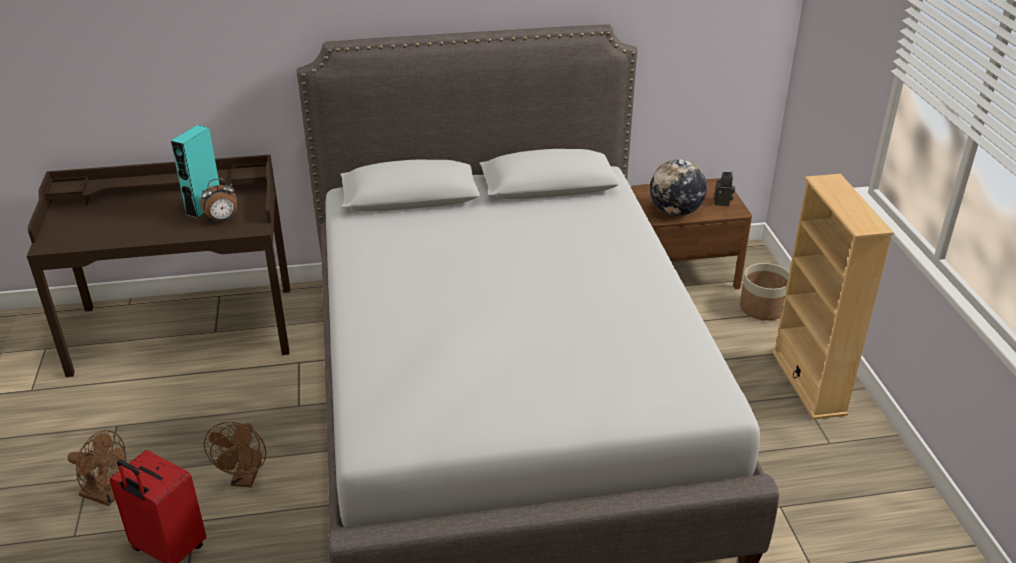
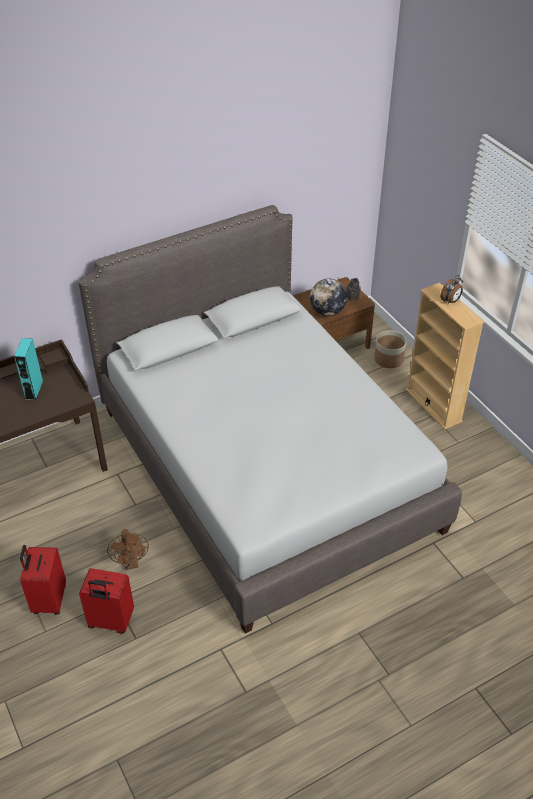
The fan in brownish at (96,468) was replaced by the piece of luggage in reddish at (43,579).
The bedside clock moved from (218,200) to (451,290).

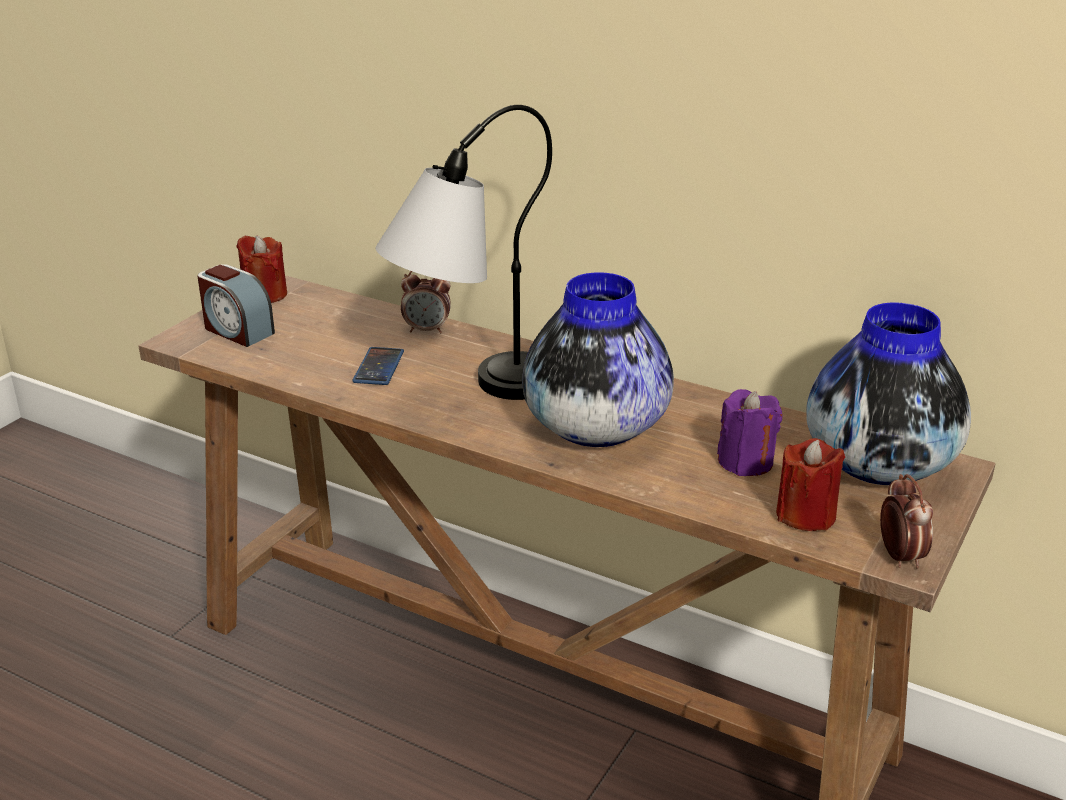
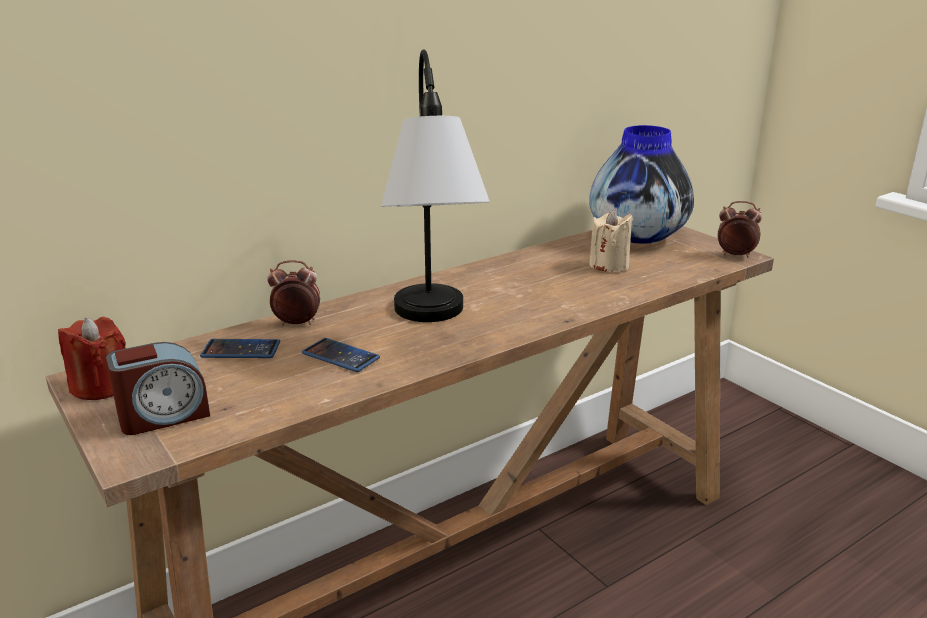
The bedside clock at (425,302) turned 120 degrees counterclockwise.
The vase at (598,359) disappeared.
The candle in purple-coloured at (749,432) became the candle in beige-coloured at (611,240).
The candle in reddish at (810,484) disappeared.
The telephone at (240,348) appeared.

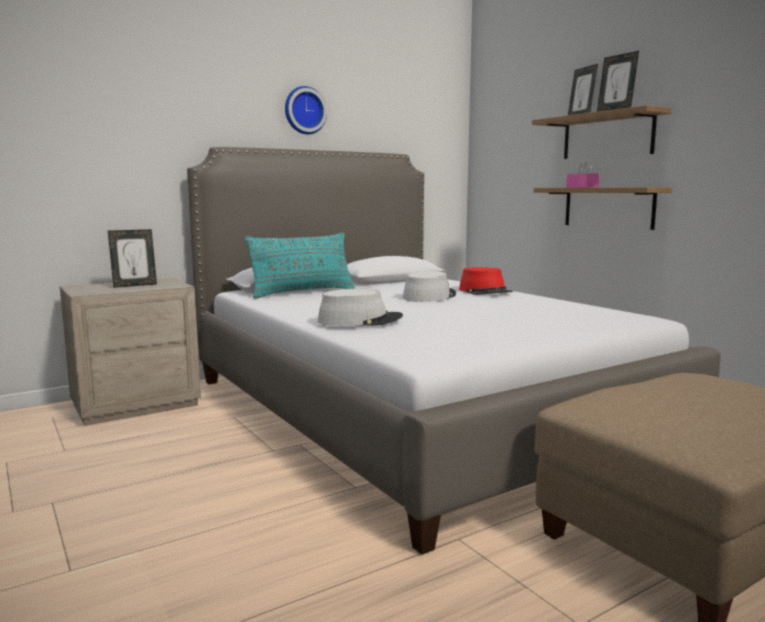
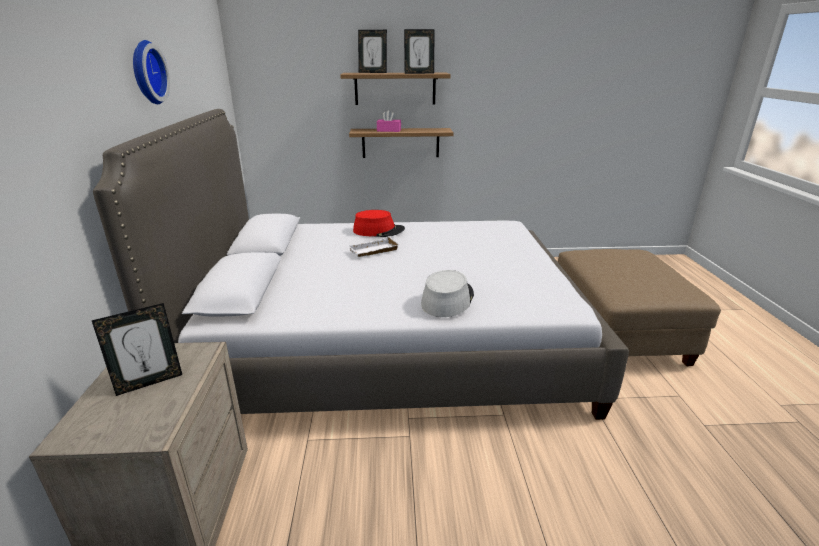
The photo frame at (132,258) turned 60 degrees clockwise.
The throw pillow in turquoise at (300,266) disappeared.
The clothing hat in grey at (429,286) was replaced by the carrying tray in white-coloured at (374,246).

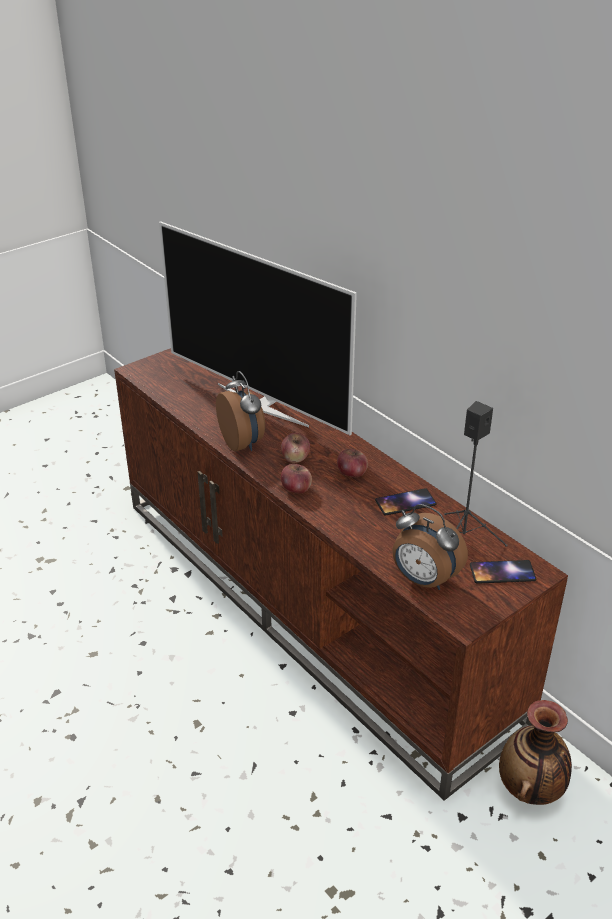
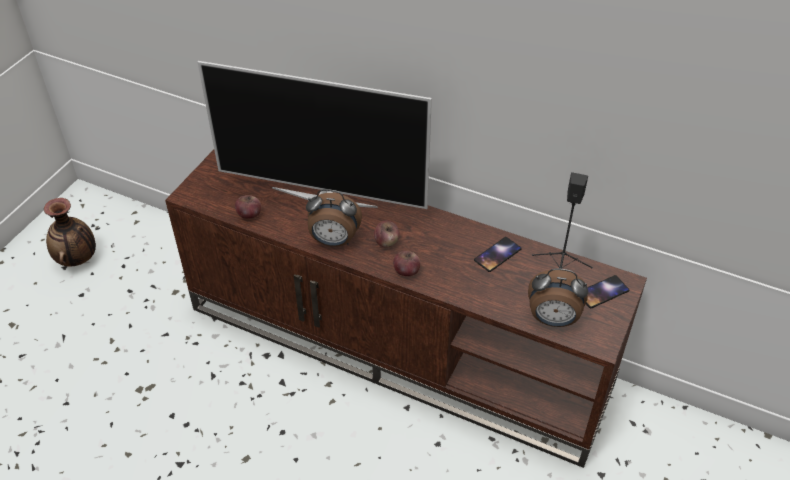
The bedside clock at (240,411) turned 150 degrees clockwise.
The apple fruit moved from (352,463) to (248,207).
The vase moved from (535,752) to (70,232).

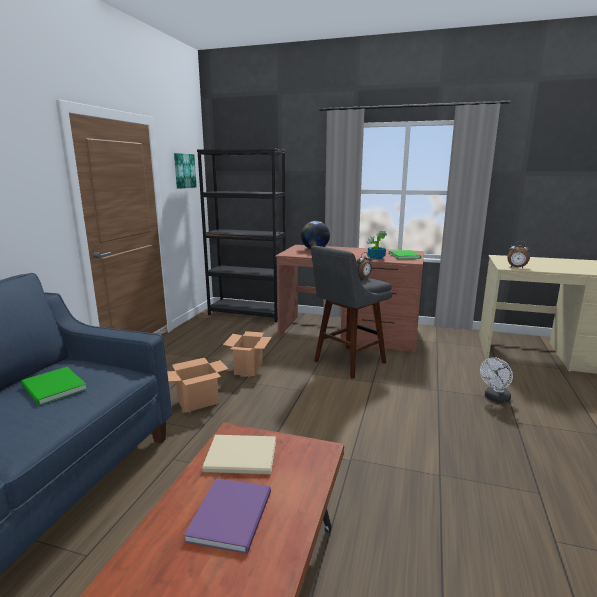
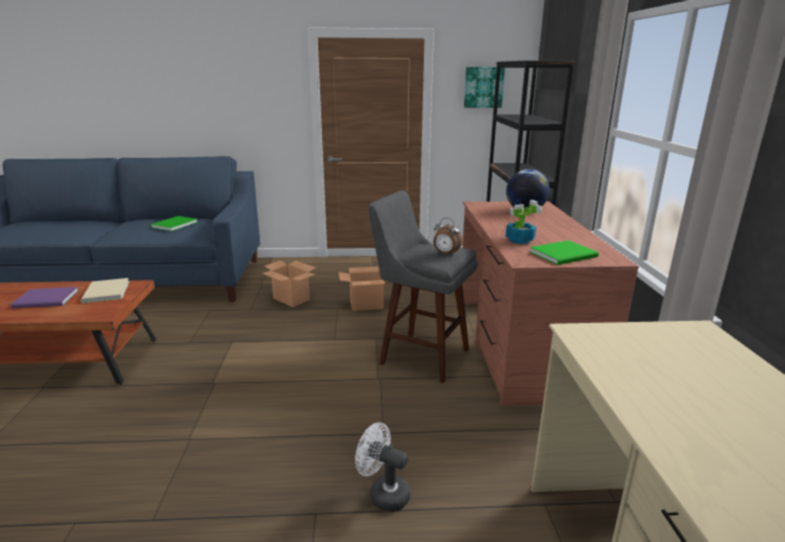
The bedside clock at (518,254) disappeared.

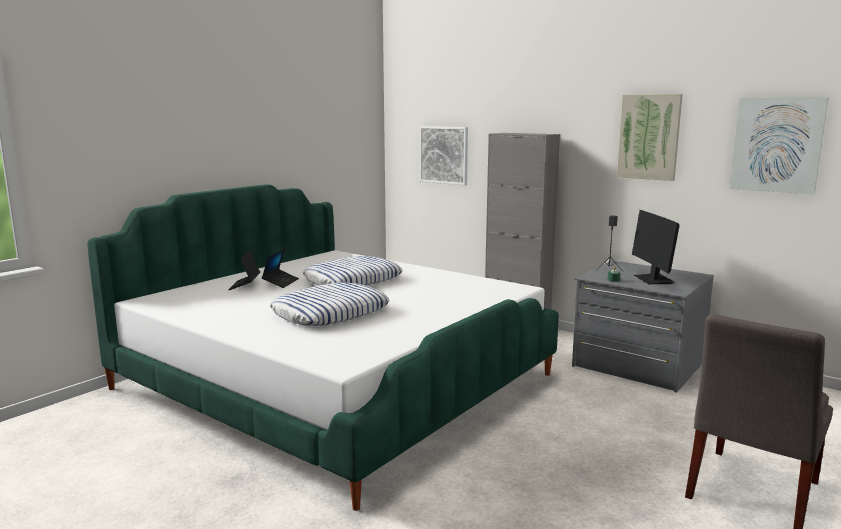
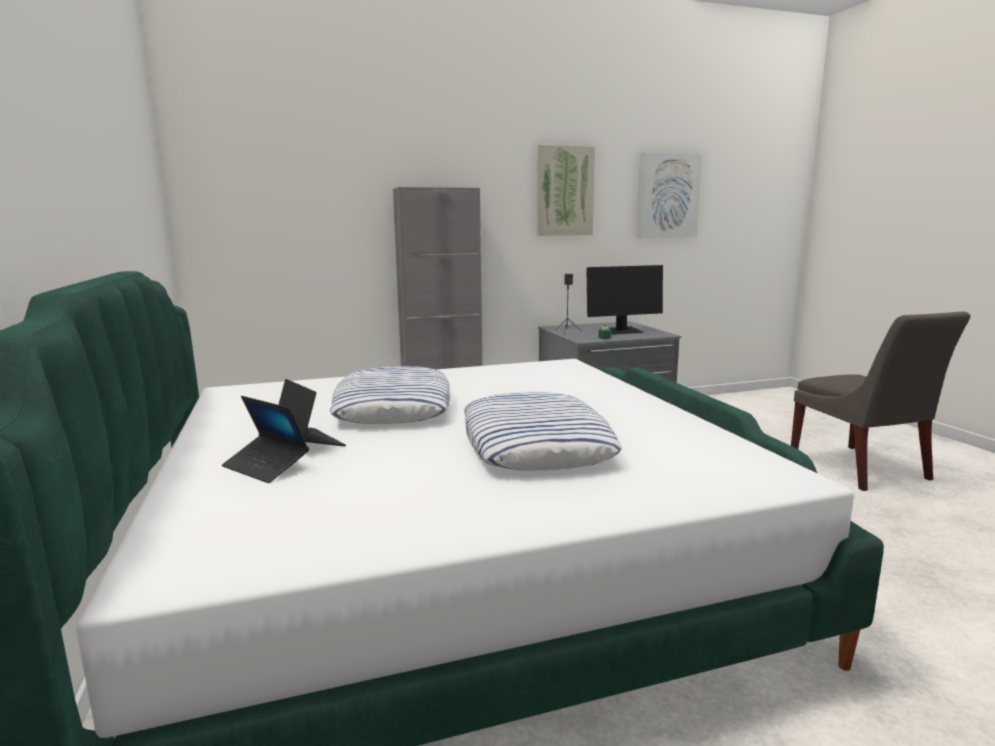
The wall picture at (444,155) disappeared.
The computer screen at (656,247) turned 45 degrees counterclockwise.

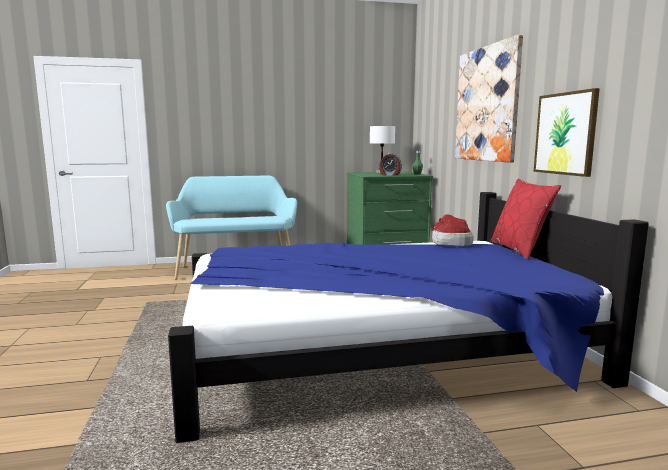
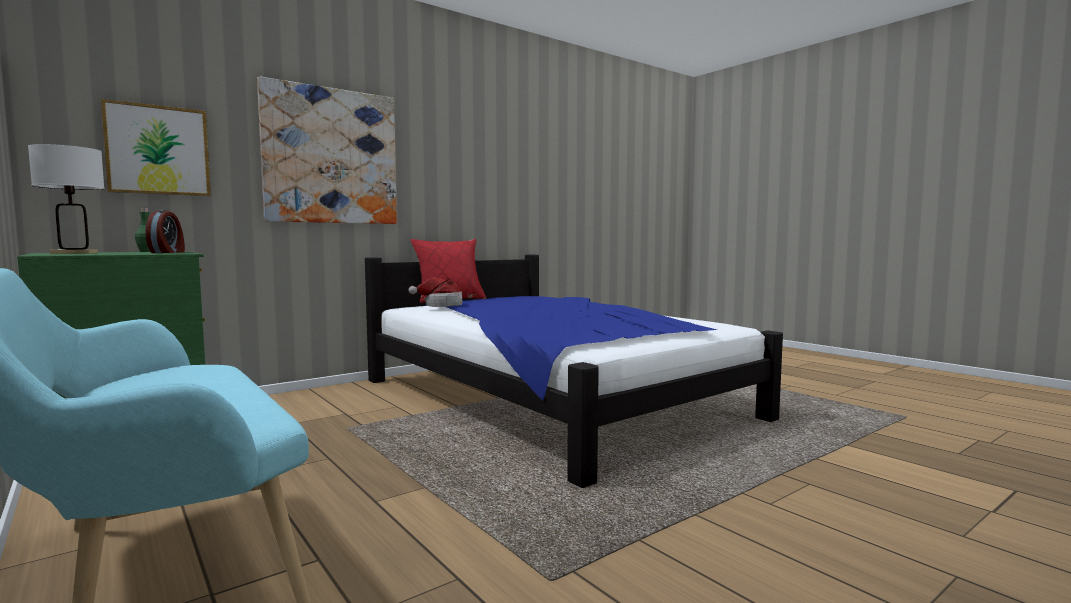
The wall picture moved from (567,132) to (156,147).

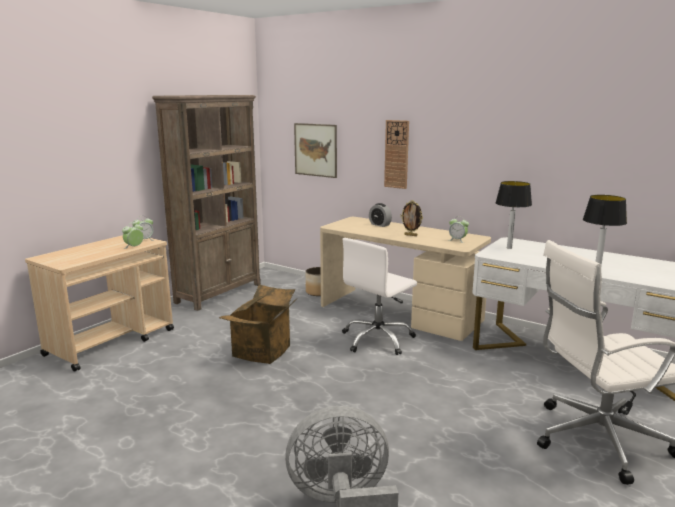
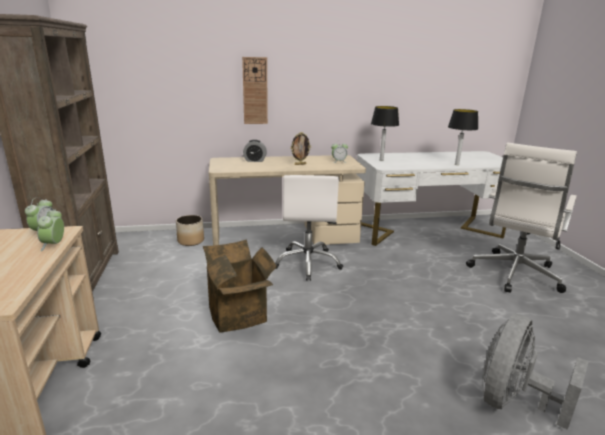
The wall picture at (315,150) disappeared.

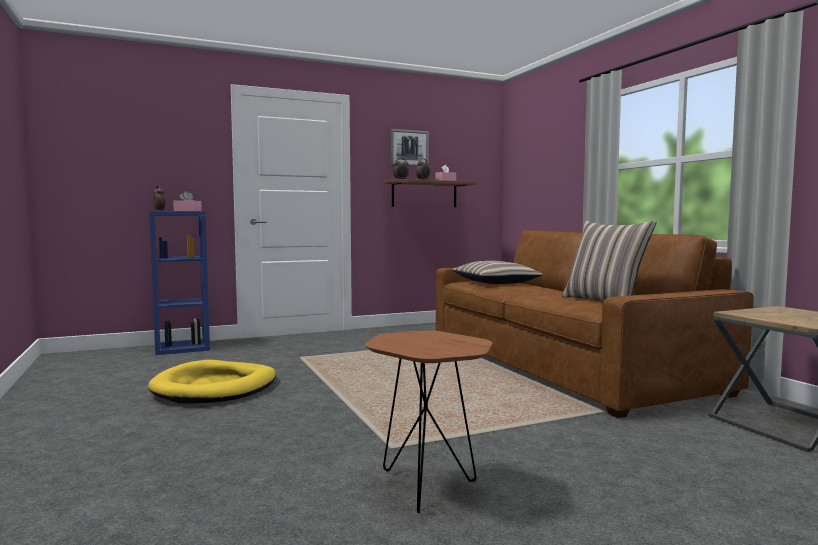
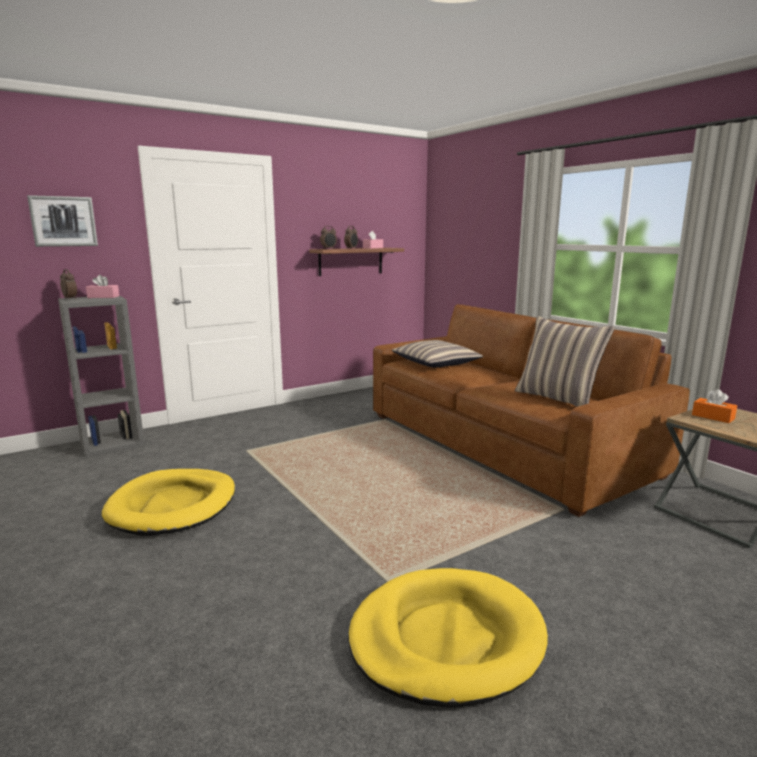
The shelving unit in blue-coloured at (179,283) became the shelving unit in grey at (101,376).
The side table in brownish at (428,421) was replaced by the pet bed in yellowish at (448,638).
The wall picture moved from (409,147) to (62,221).
The box of tissues in orange at (714,406) appeared.

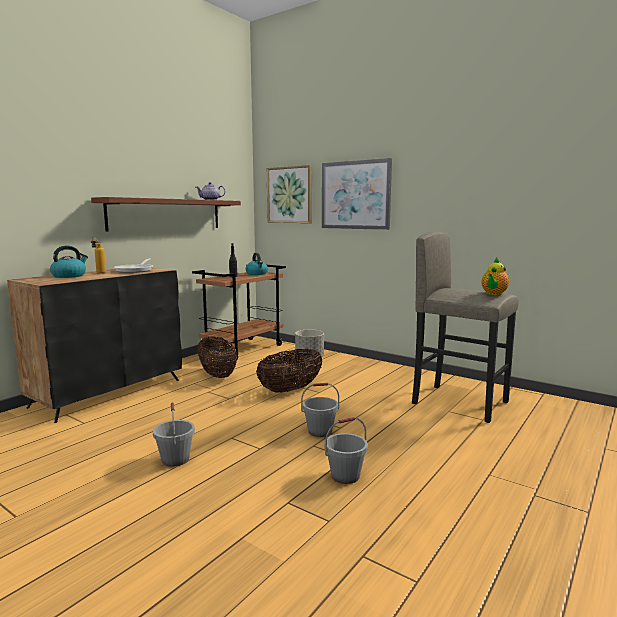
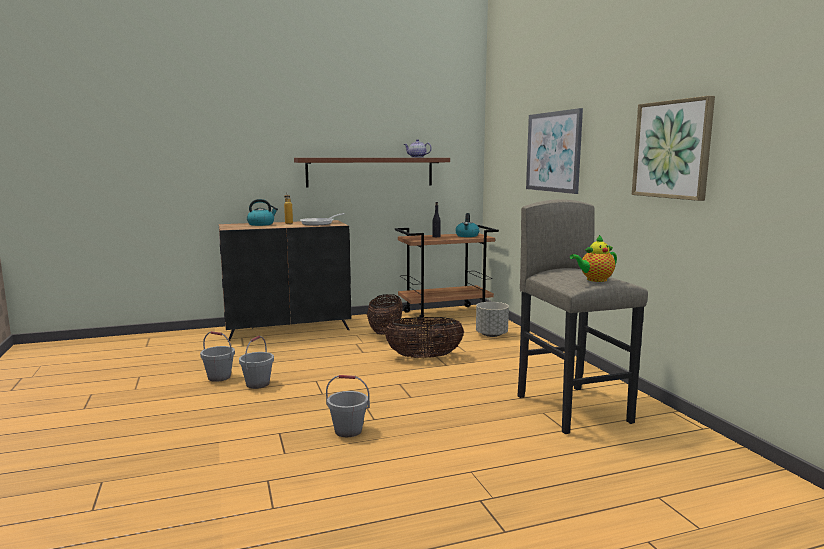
The wall picture moved from (289,194) to (673,148).
The pail in grey moved from (320,410) to (217,356).

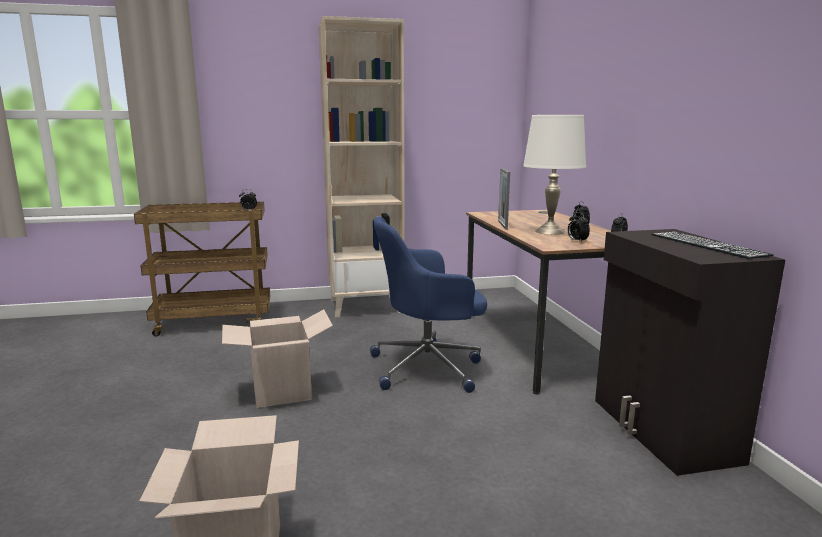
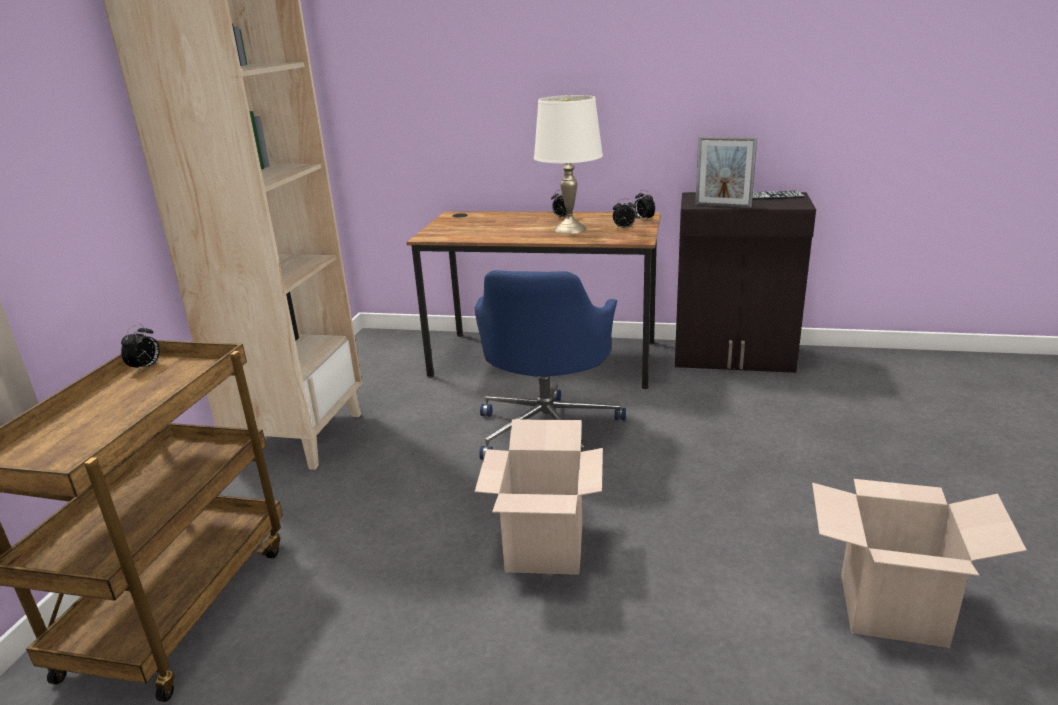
The photo frame moved from (504,198) to (726,172).

